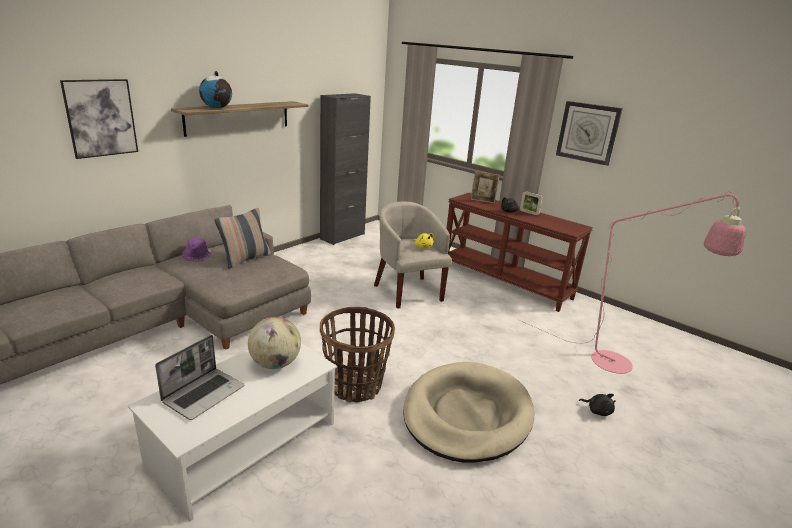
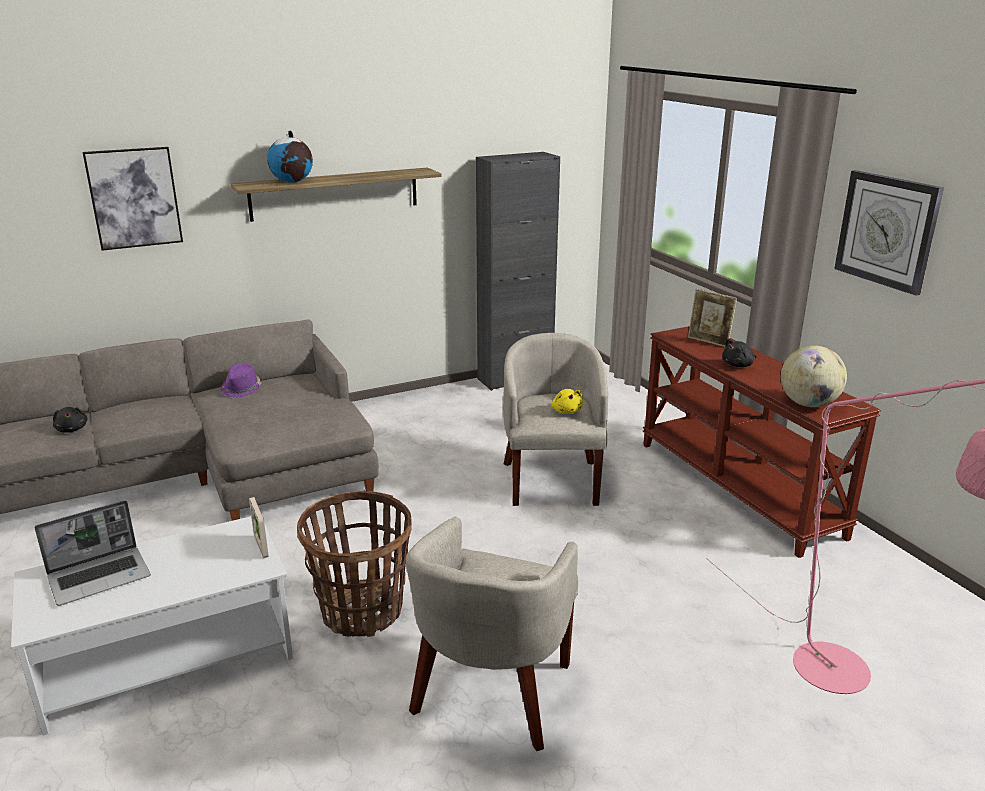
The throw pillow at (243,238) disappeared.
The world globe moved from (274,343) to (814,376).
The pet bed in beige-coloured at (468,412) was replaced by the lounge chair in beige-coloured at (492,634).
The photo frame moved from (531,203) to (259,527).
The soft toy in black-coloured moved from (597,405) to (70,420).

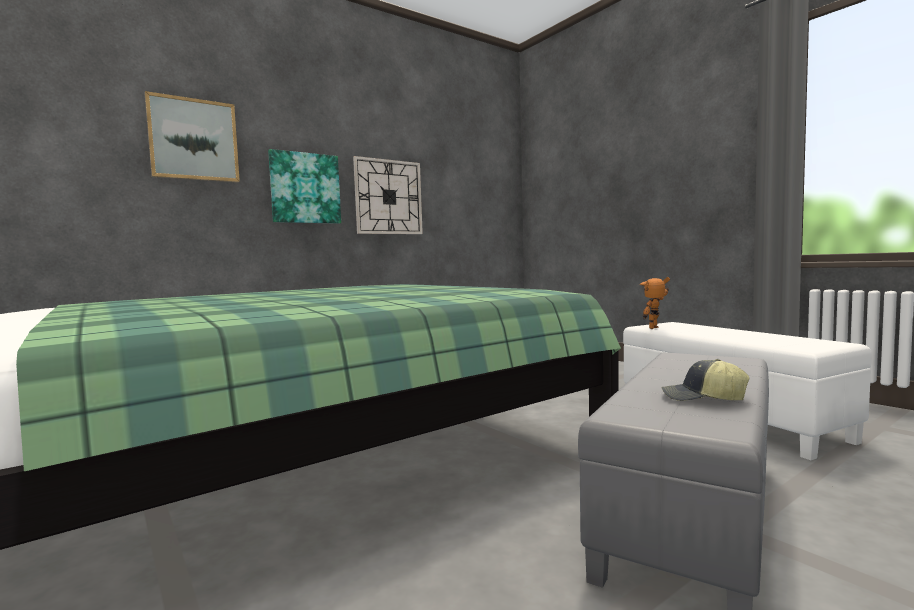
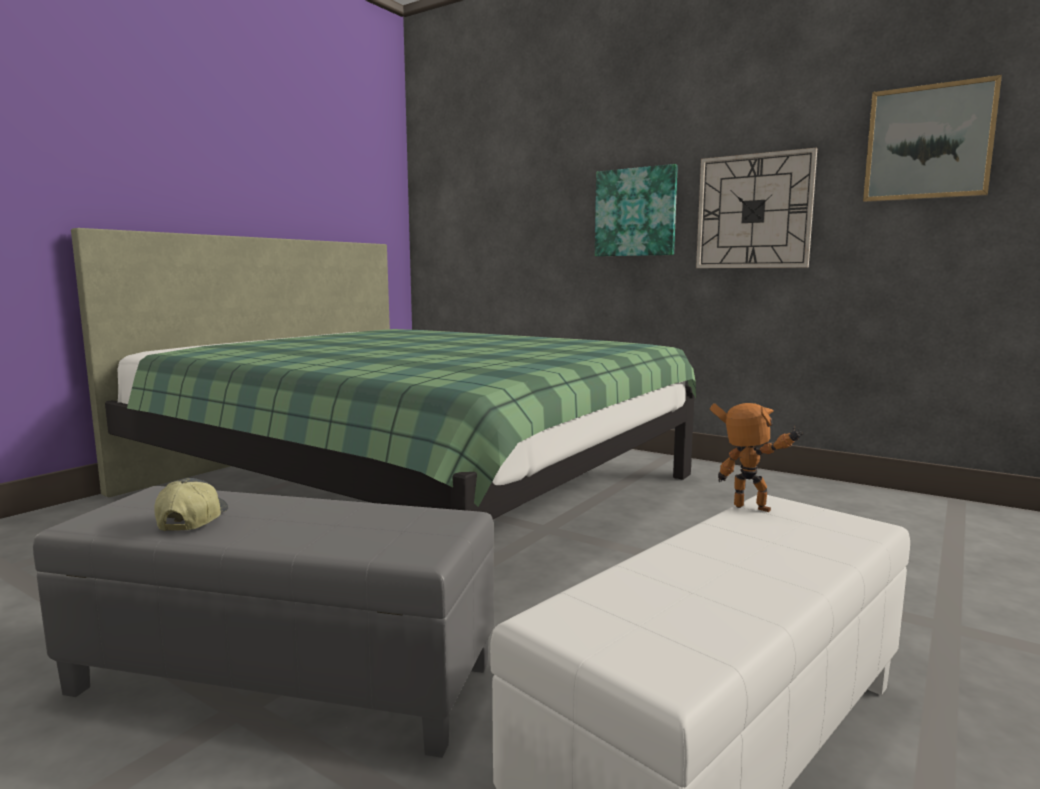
The wall picture moved from (192,136) to (932,138).

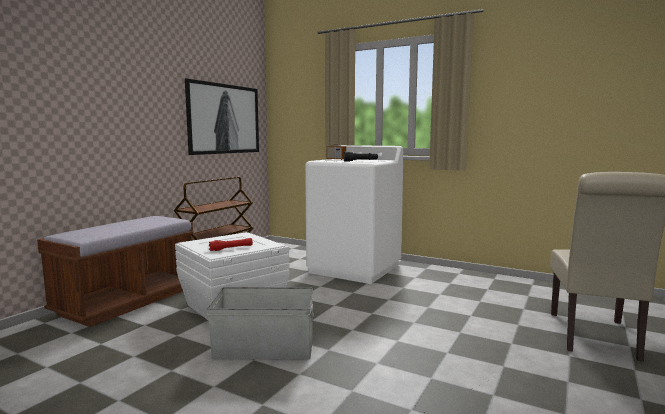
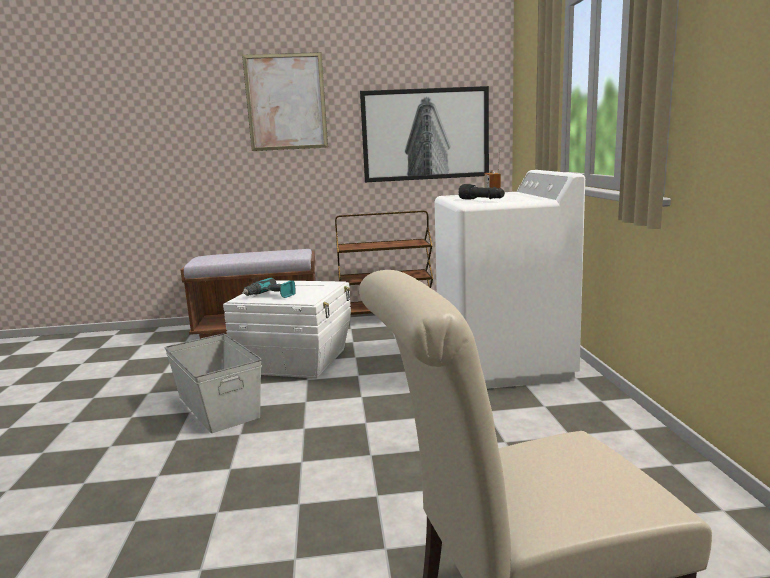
The torch in reddish at (231,244) was replaced by the electric drill at (269,288).
The wall picture at (285,101) appeared.

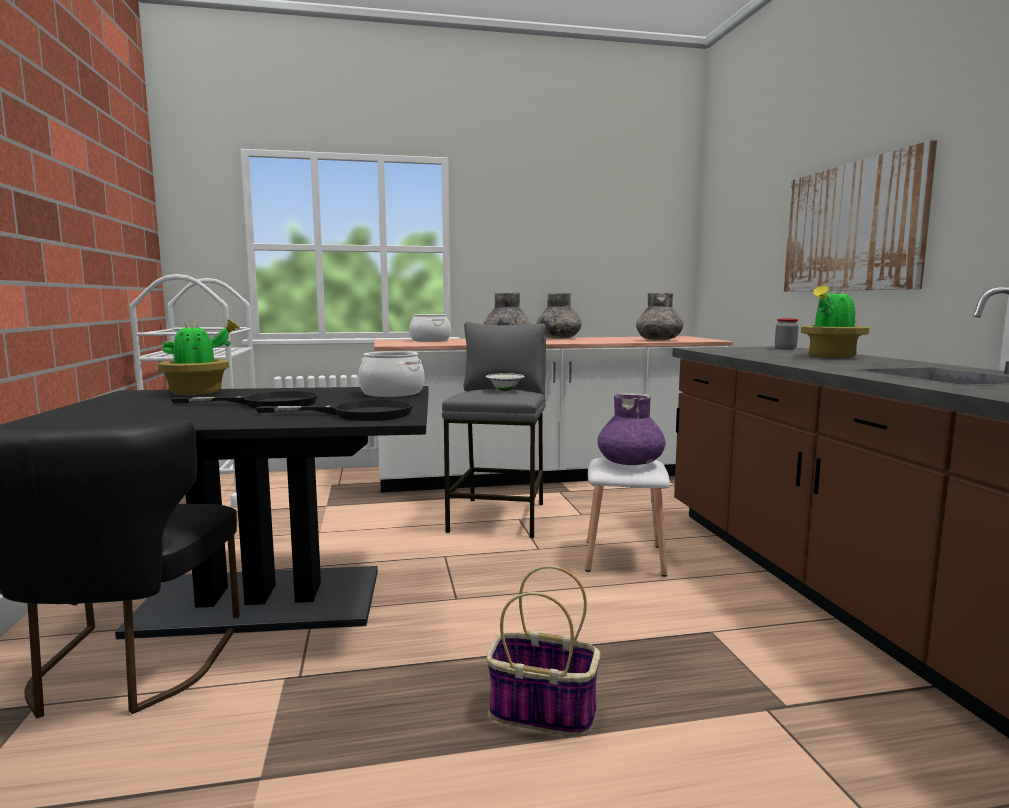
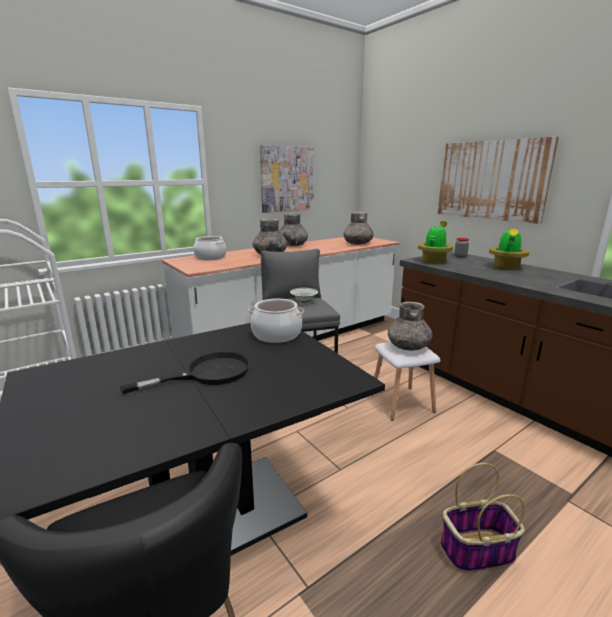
The houseplant moved from (199,357) to (435,242).
The pan in black-coloured at (334,410) disappeared.
The vase in purple-coloured at (631,429) became the vase in grey at (410,326).
The wall picture at (287,179) appeared.

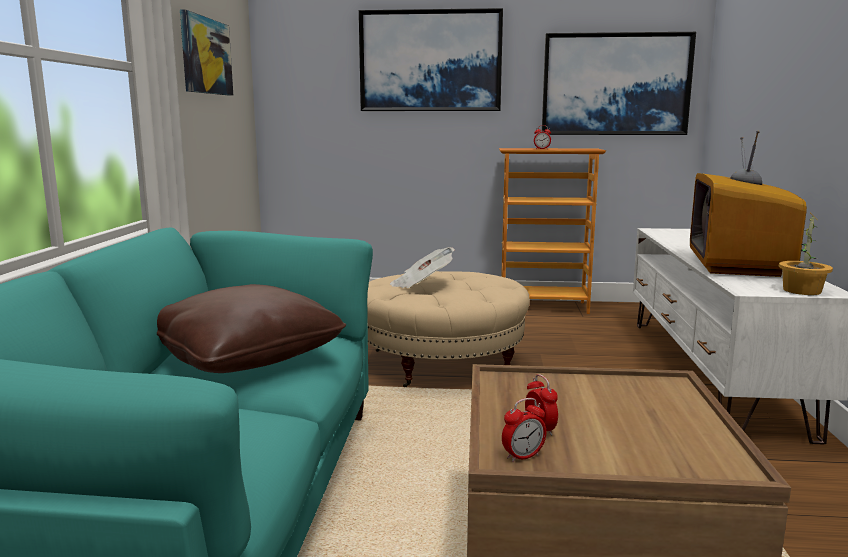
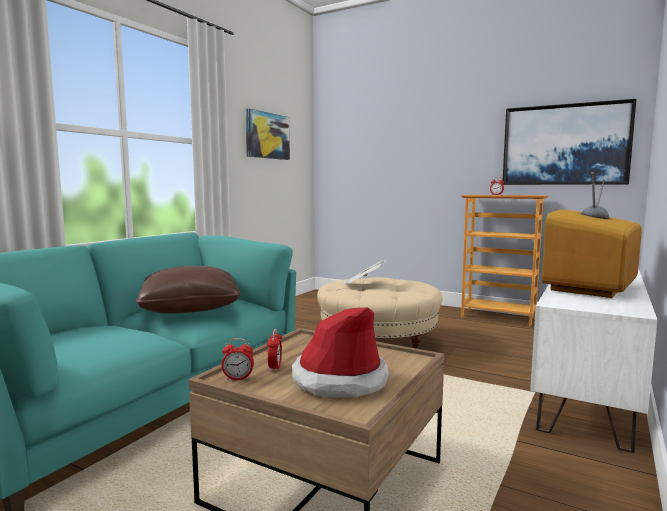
The wall picture at (431,59) disappeared.
The houseplant at (806,254) disappeared.
The clothing hat at (340,352) appeared.

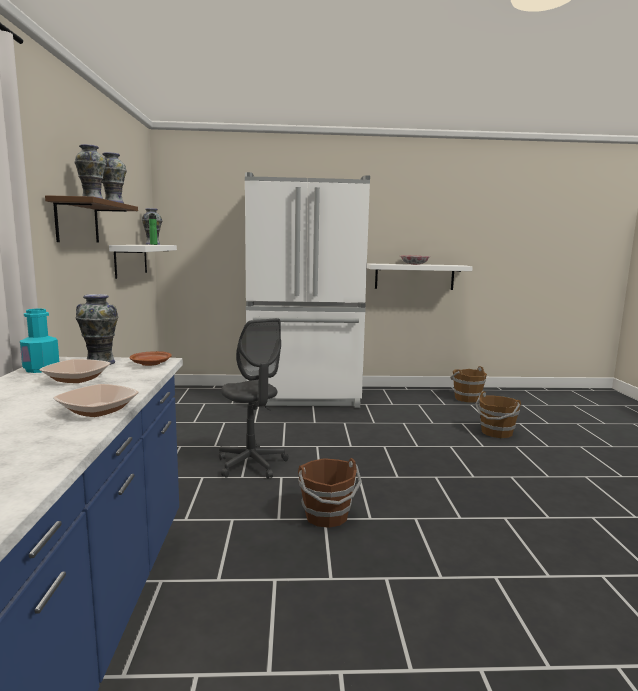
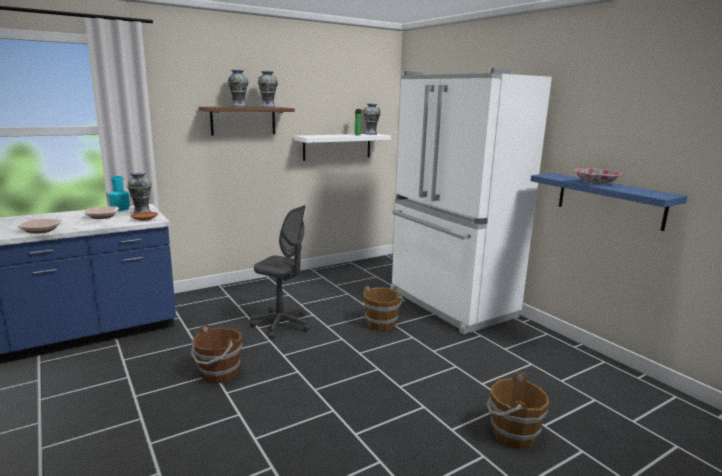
The desk chair in grey at (254,398) turned 90 degrees counterclockwise.
The shelf in white-coloured at (420,276) became the shelf in blue-coloured at (609,202).
The pail in brownish moved from (468,384) to (384,308).

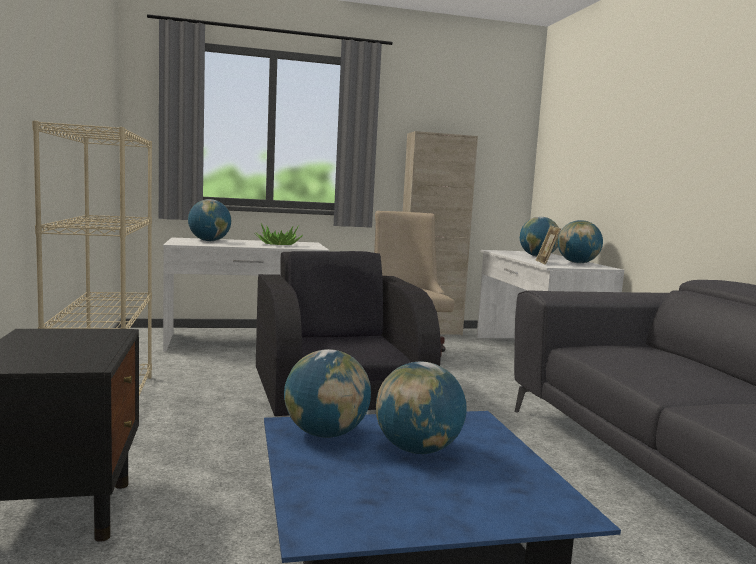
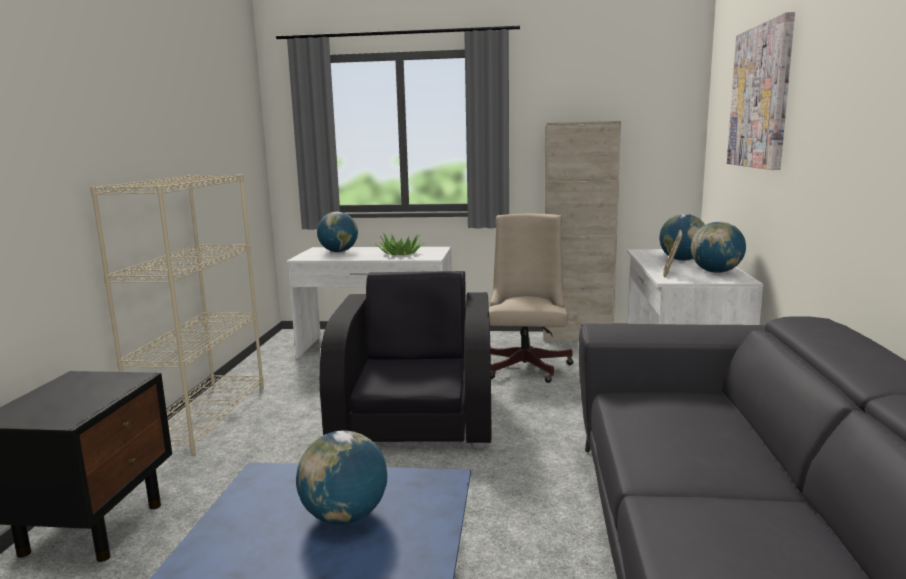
The world globe at (327,393) disappeared.
The wall picture at (761,91) appeared.

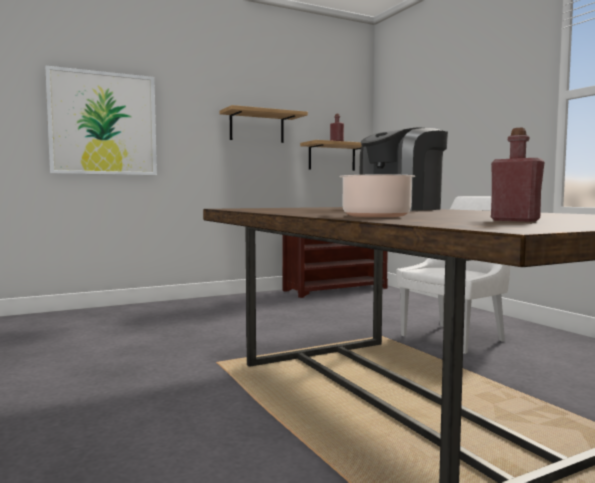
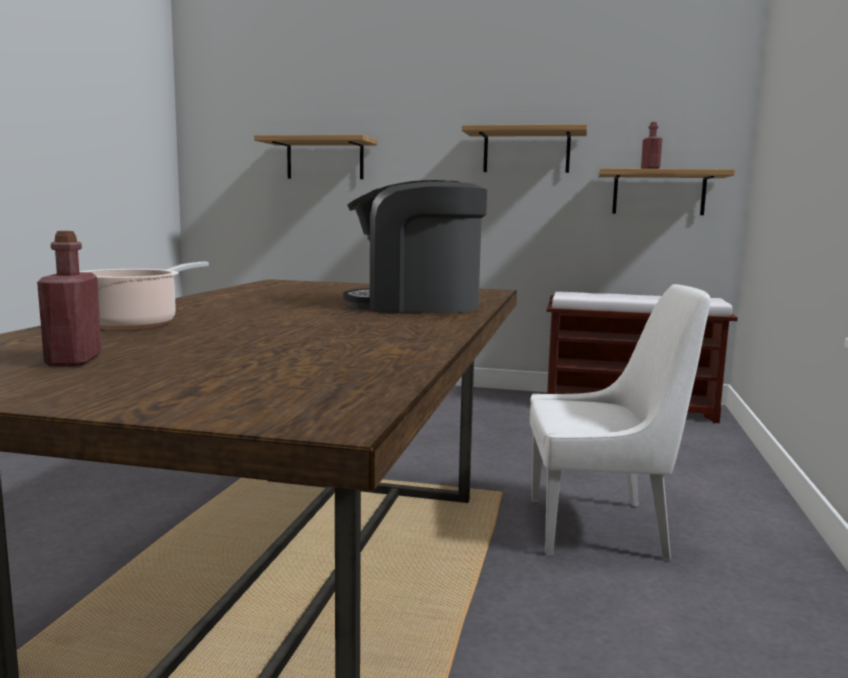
The wall picture at (101,120) was replaced by the shelf at (315,157).

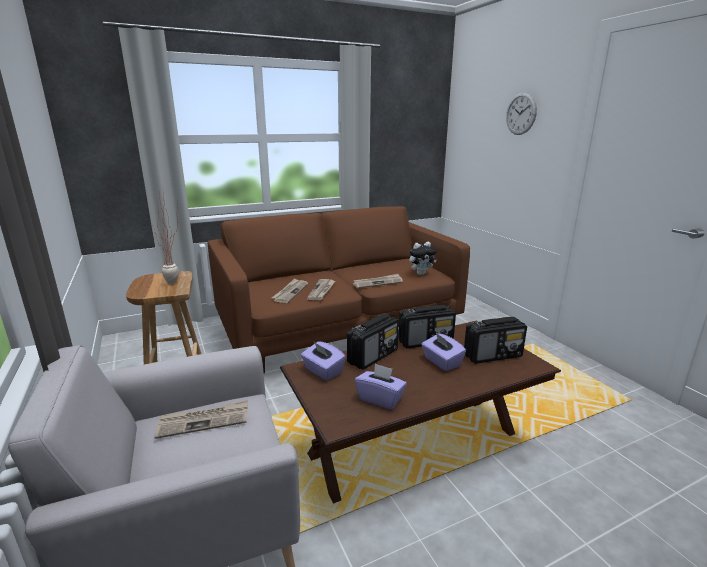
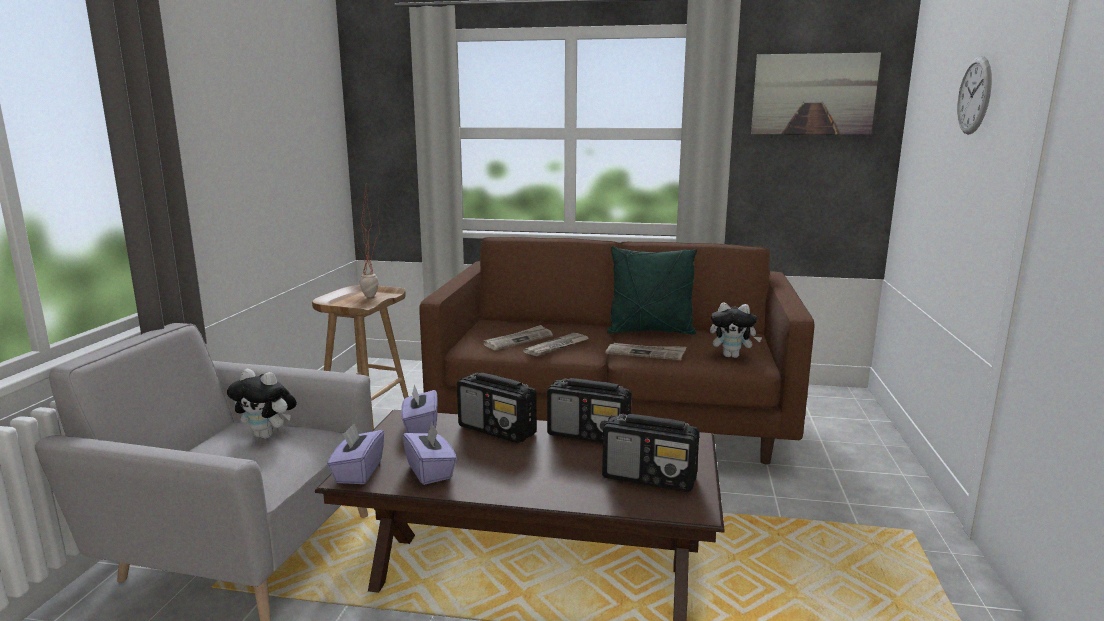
The newspaper at (201,419) was replaced by the soft toy at (262,404).
The radio set at (373,342) turned 45 degrees clockwise.
The box of tissues in purple-coloured moved from (443,352) to (355,453).
The throw pillow in green-coloured at (652,290) appeared.
The wall picture at (816,94) appeared.

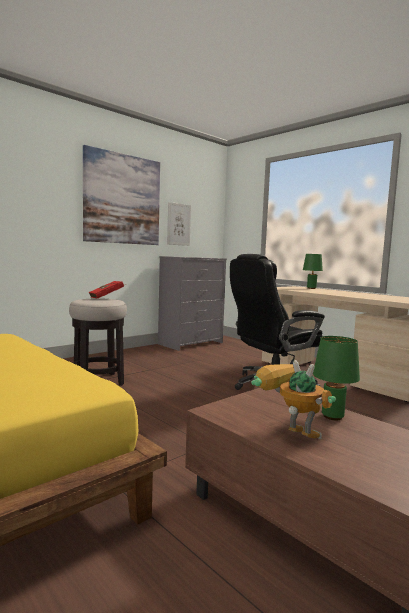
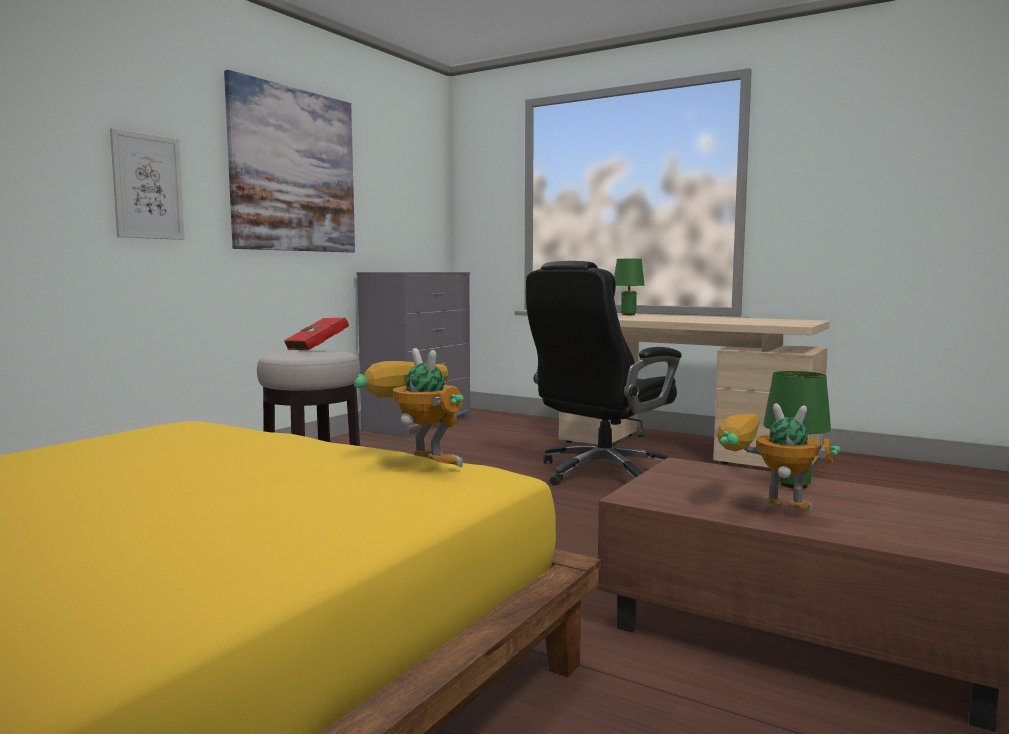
The wall picture moved from (179,224) to (147,184).
The model robot at (409,407) appeared.

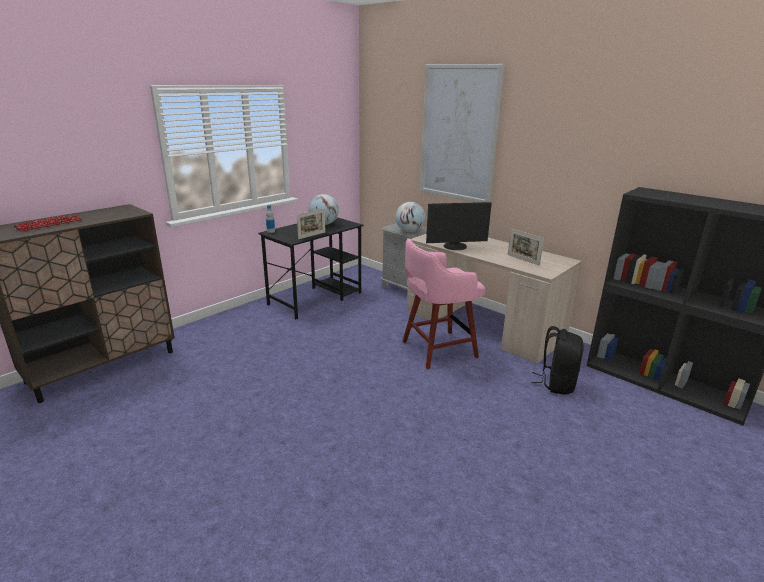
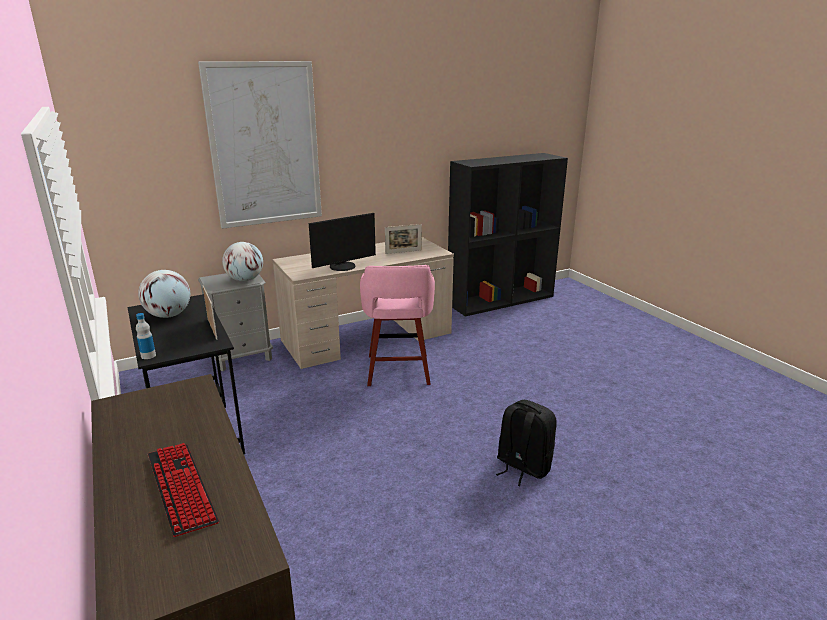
The computer screen at (459,226) turned 45 degrees clockwise.
The backpack in black-coloured moved from (557,360) to (526,443).

